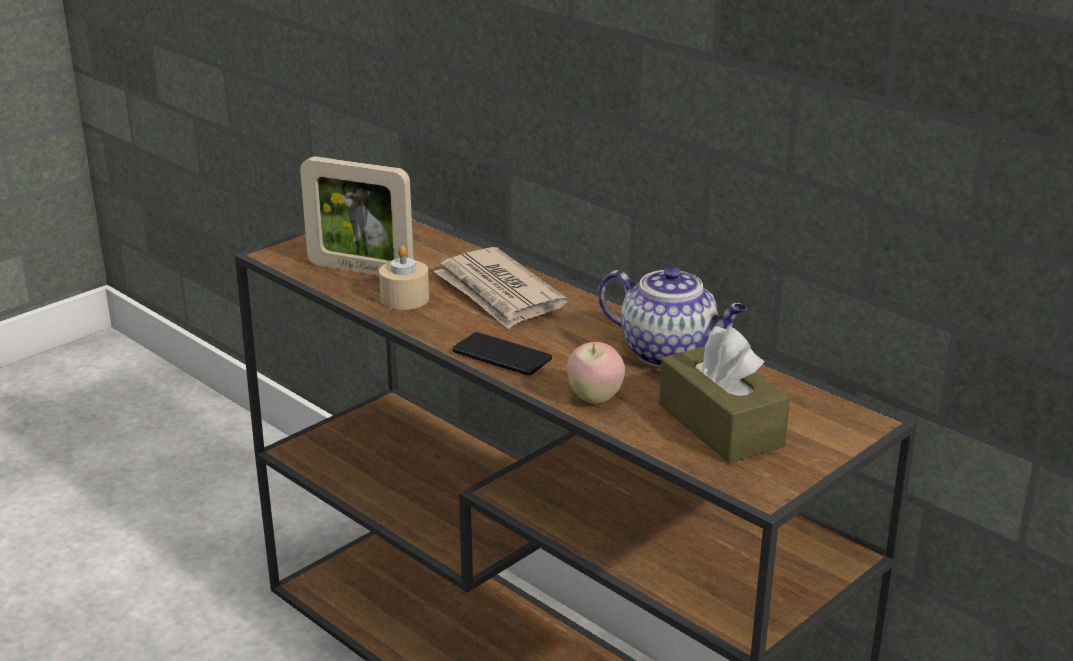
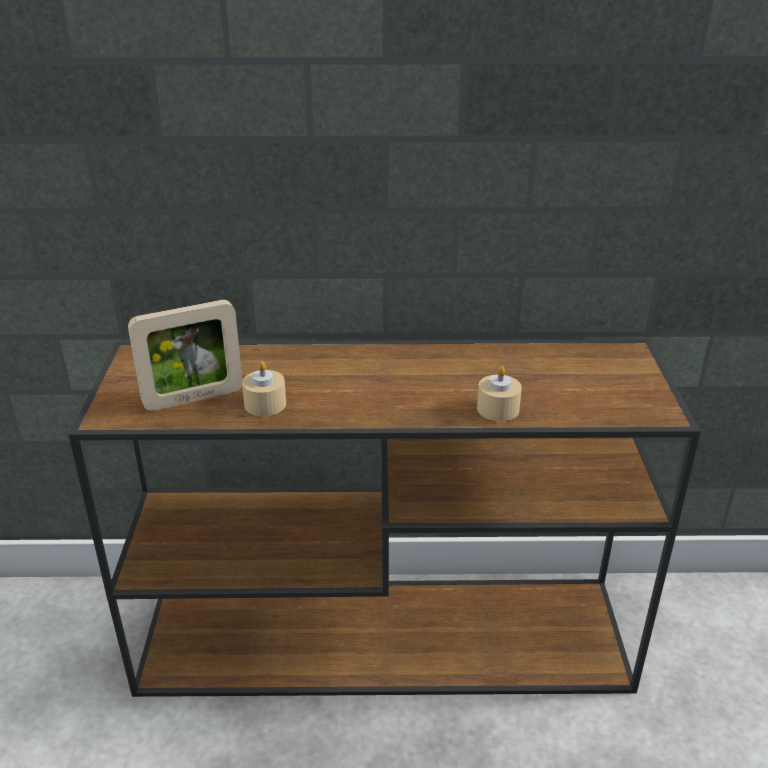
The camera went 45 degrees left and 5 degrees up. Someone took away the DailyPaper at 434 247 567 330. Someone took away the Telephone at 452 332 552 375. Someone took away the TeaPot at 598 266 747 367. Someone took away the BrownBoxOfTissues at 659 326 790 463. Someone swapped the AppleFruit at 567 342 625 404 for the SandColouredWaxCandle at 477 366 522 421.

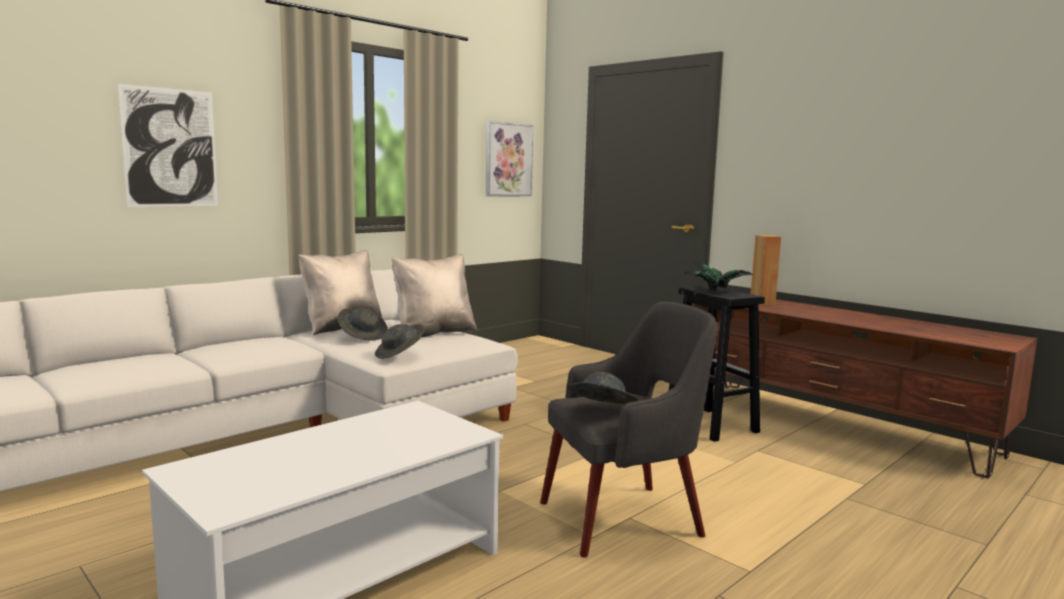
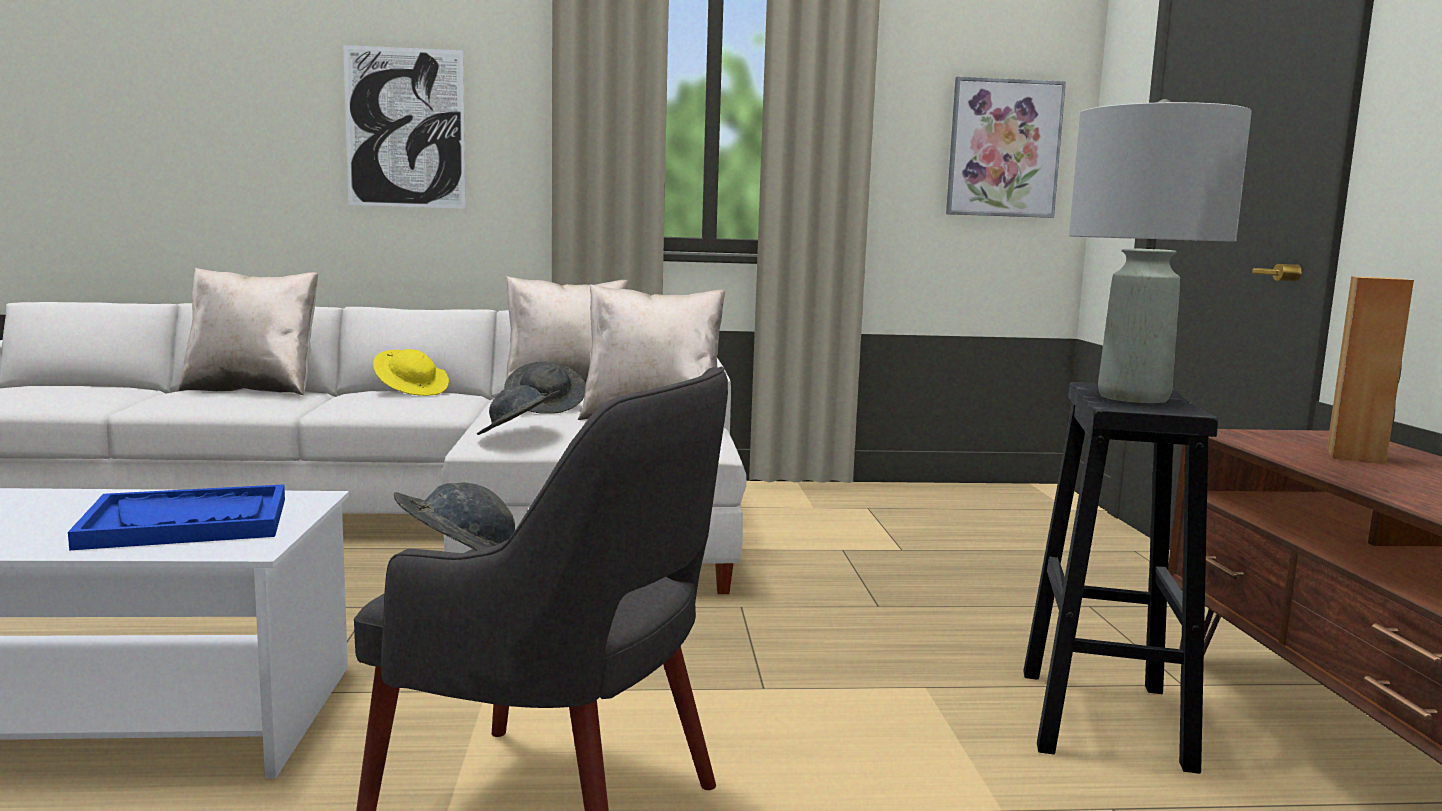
The camera went 40 degrees right and 0 degrees up. Someone put down the BlueColouredServingTray at 68 484 285 550. Someone put down the SandColouredCushion at 178 268 318 395. Someone put down the YellowWearableHat at 373 349 449 396. Someone swapped the Houseplant at 684 261 753 291 for the GreyishTableLamp at 1069 99 1252 403.

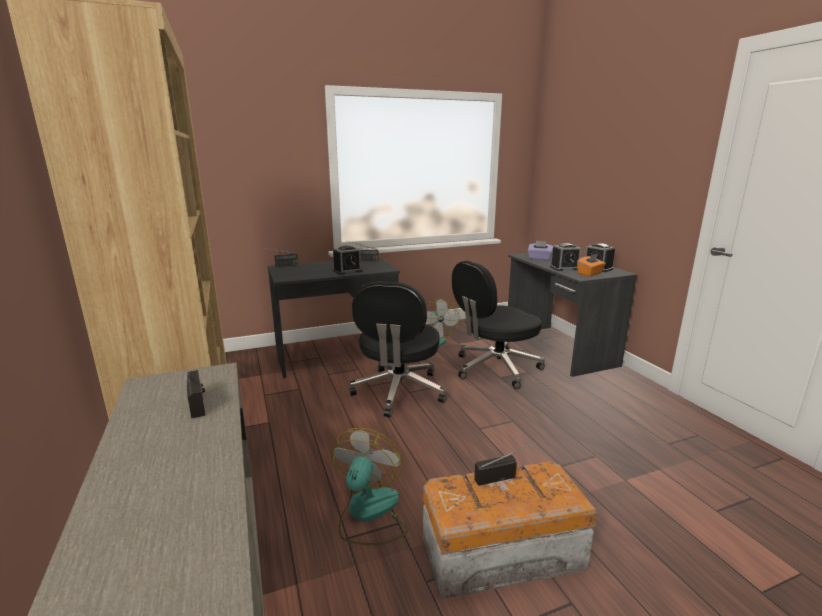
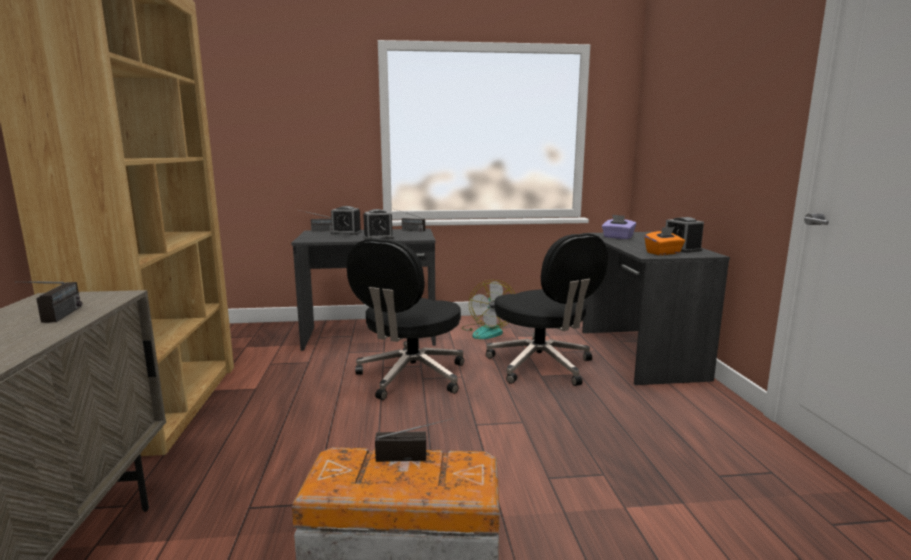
The camera went 15 degrees right and 5 degrees down. Someone took away the Fan at 331 428 408 545. Someone carried the TableClock from 550 243 581 271 to 331 206 362 235. Someone rotated the BlackColouredOfficeChair at 452 261 545 389 by 105 degrees counterclockwise.

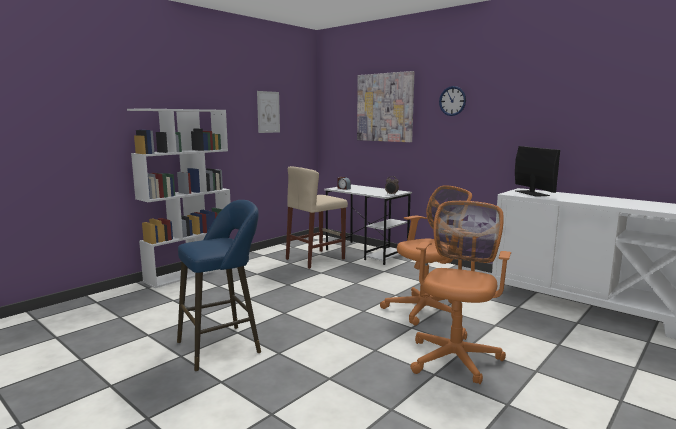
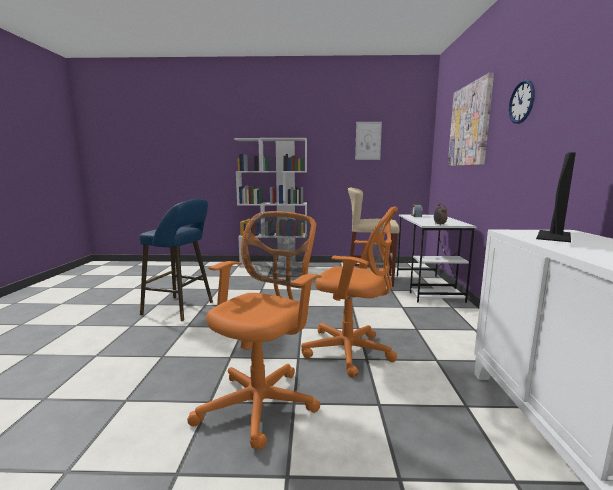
The camera went 50 degrees right and 0 degrees up. Someone rotated the OrangeyOfficeChair at 410 201 512 384 by 45 degrees counterclockwise.

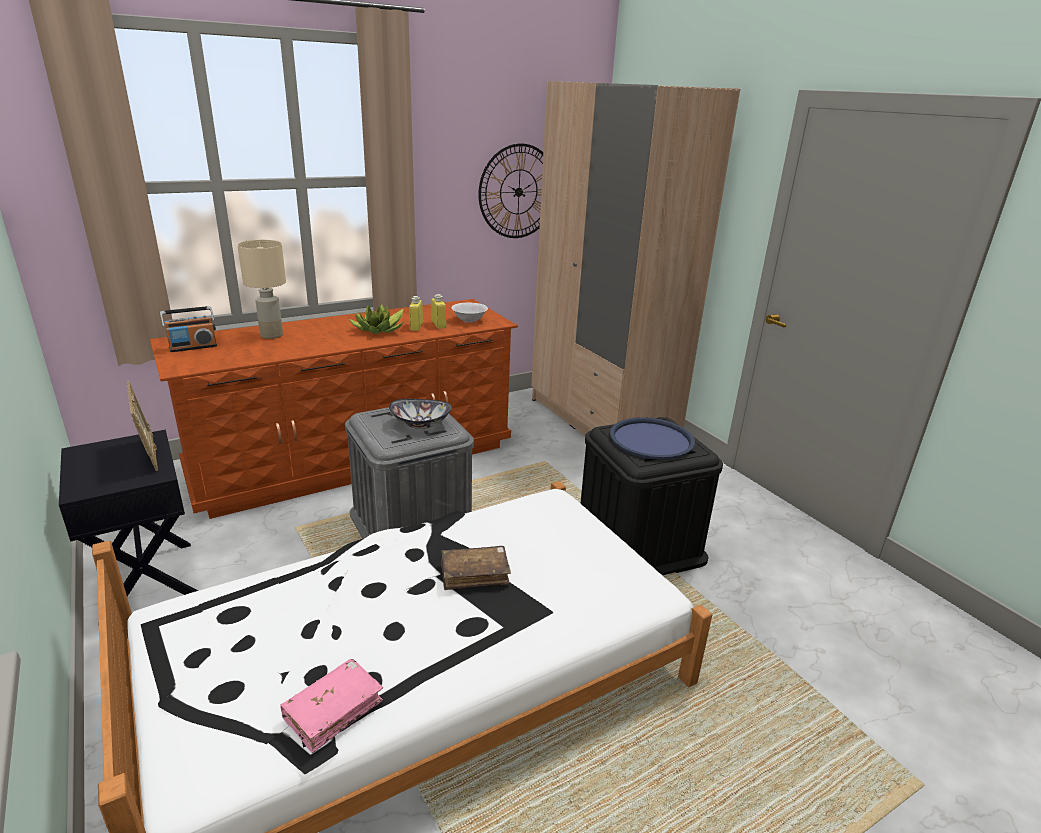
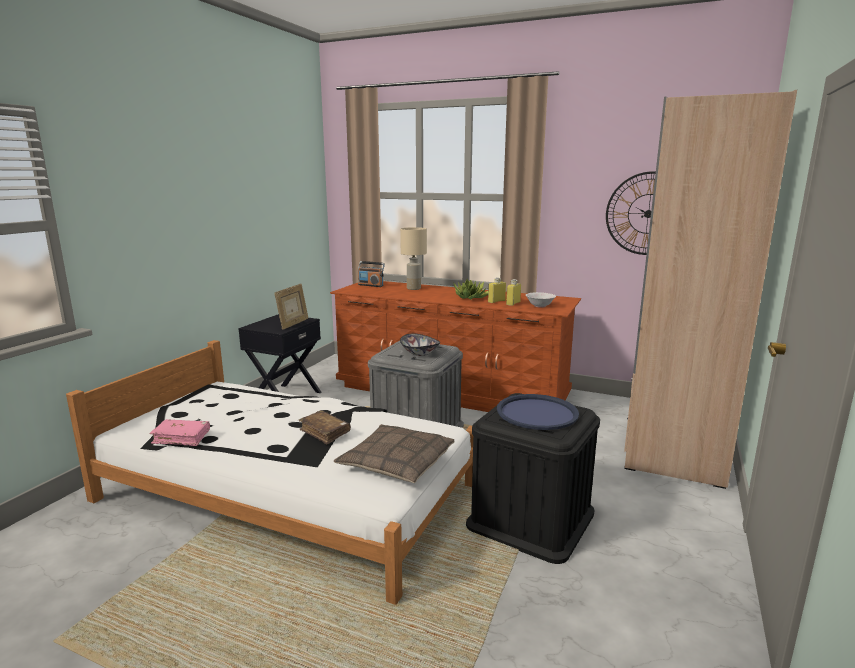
The camera went 55 degrees right and 10 degrees down. Someone put down the Cushion at 334 424 455 483.

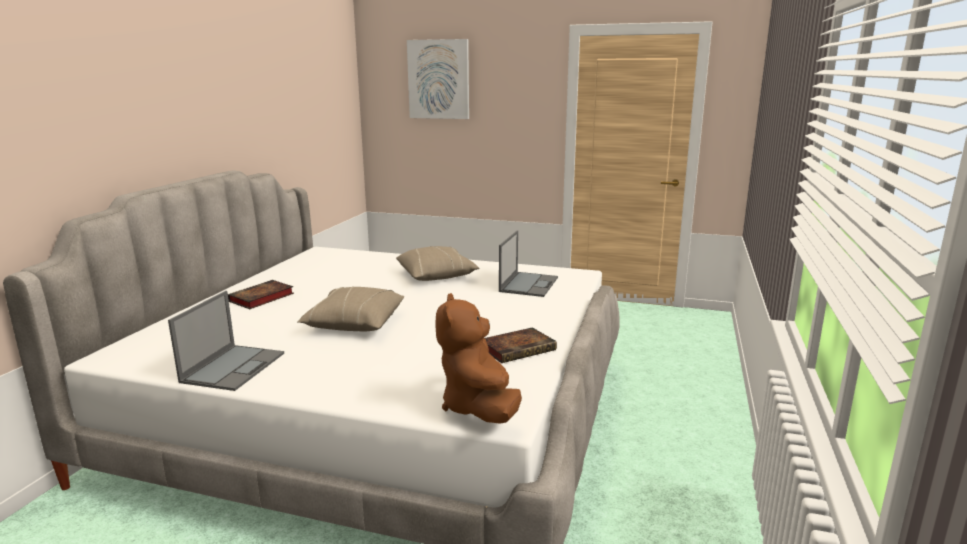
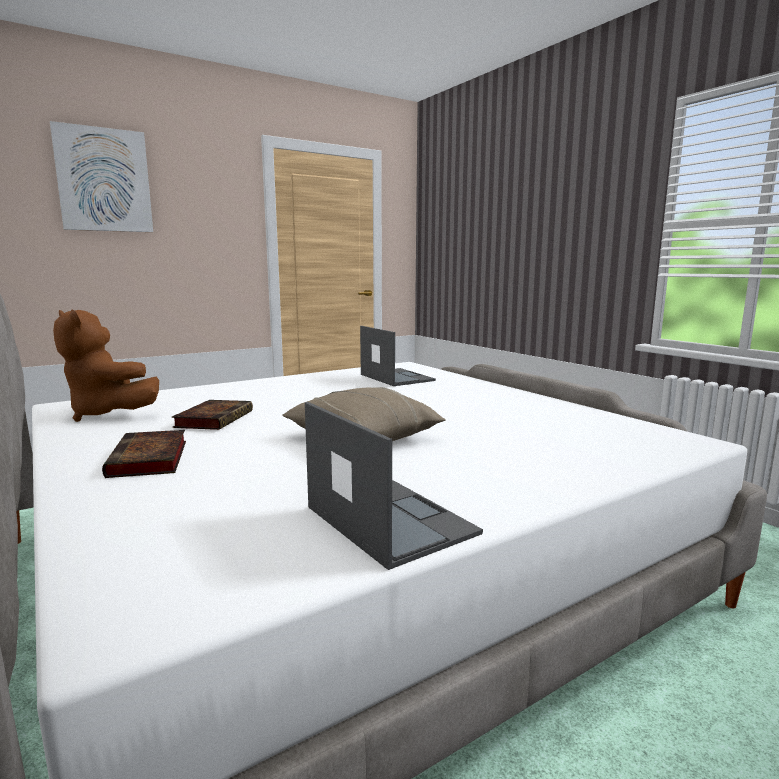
The camera went 50 degrees left and 5 degrees down. Someone took away the SandColouredCushion at 396 246 480 281. Someone carried the BrownSoftToy from 435 293 522 424 to 53 310 159 422. Someone carried the Book from 485 327 557 363 to 172 400 253 430.

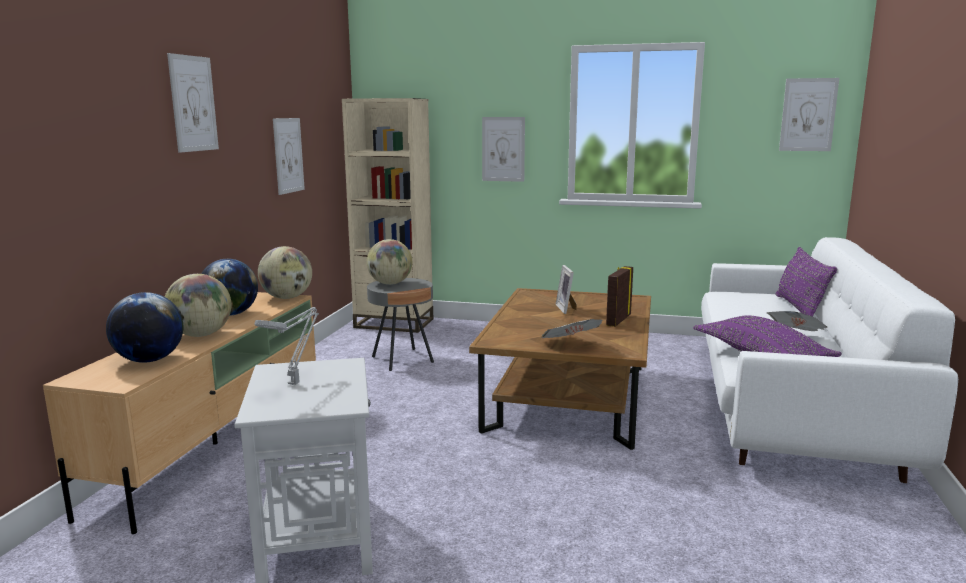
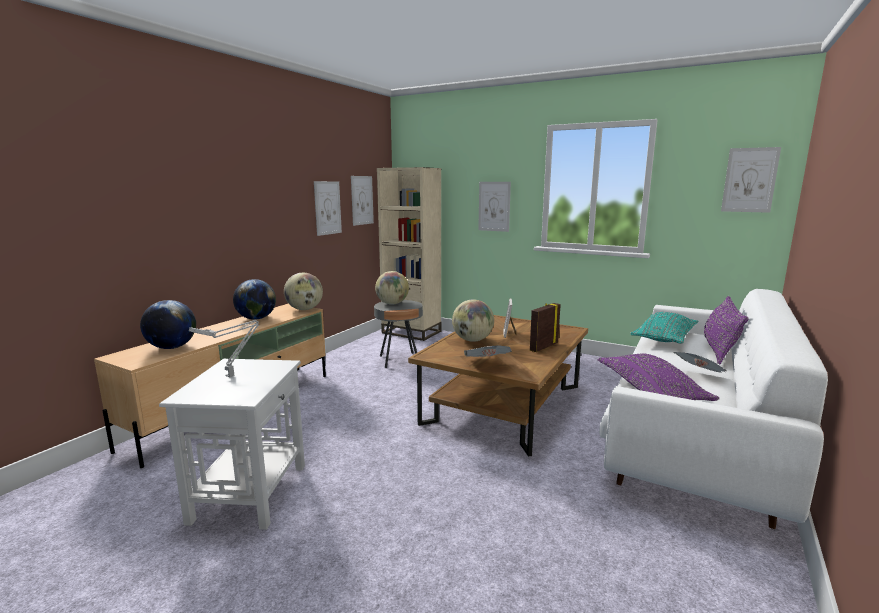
The camera went 15 degrees right and 0 degrees up. Someone put down the TurquoiseCushion at 631 312 699 344. Someone carried the WorldGlobe from 165 274 232 337 to 452 299 494 342. Someone carried the WallArt from 167 53 219 153 to 351 176 374 226.

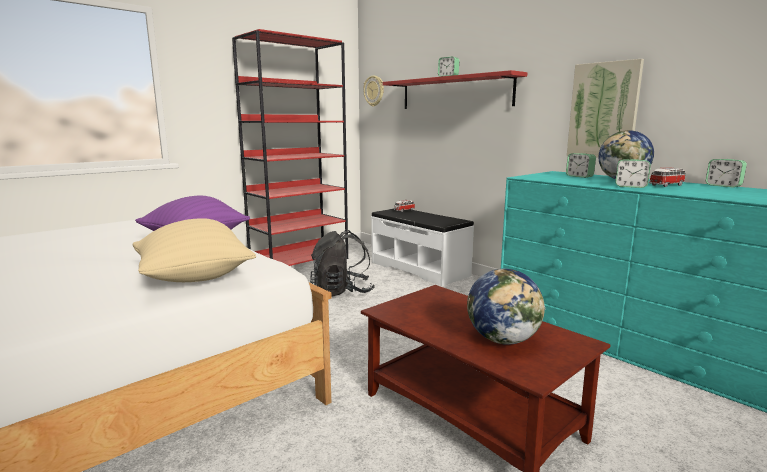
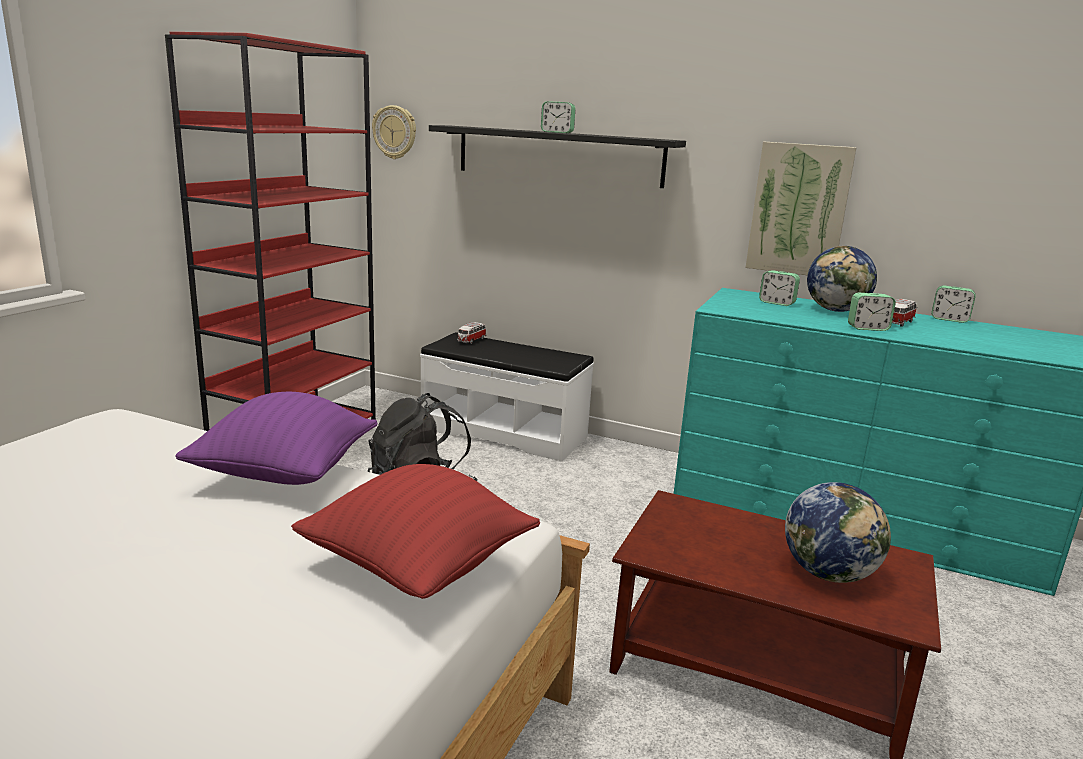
The camera went 25 degrees left and 5 degrees up. Someone repainted the SandColouredCushion at 133 218 256 282, which became the RedCushion at 291 464 540 599. Someone repainted the RedShelf at 383 70 527 109, which became the BlackColouredShelf at 429 125 686 188.

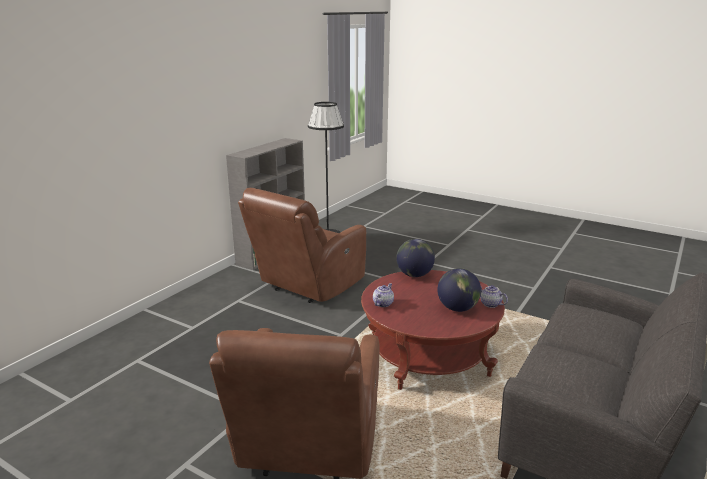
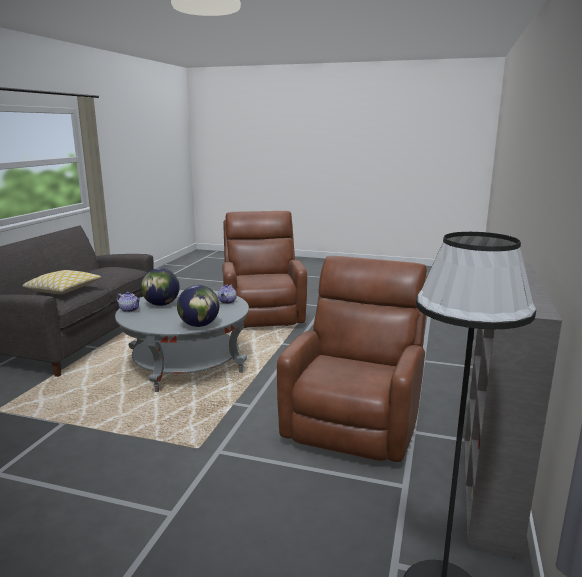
The camera went 165 degrees right and 5 degrees down. Someone put down the Cushion at 22 270 101 294. Someone repainted the RedLowTable at 361 270 505 390, which became the GreyishLowTable at 115 290 249 392.

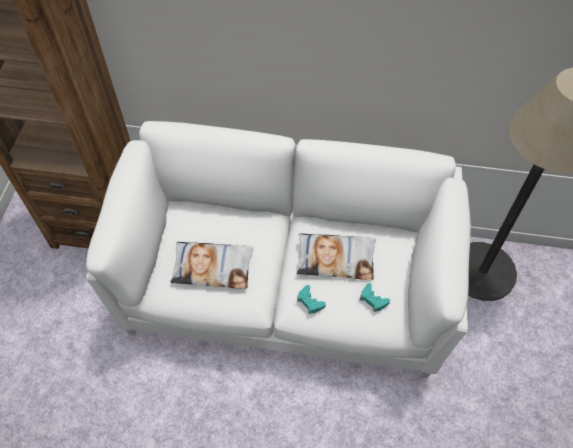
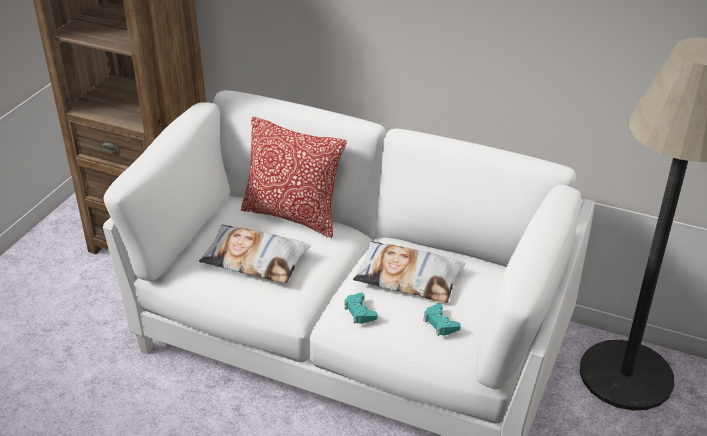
The camera went 15 degrees right and 20 degrees down. Someone put down the Cushion at 241 116 347 238.

